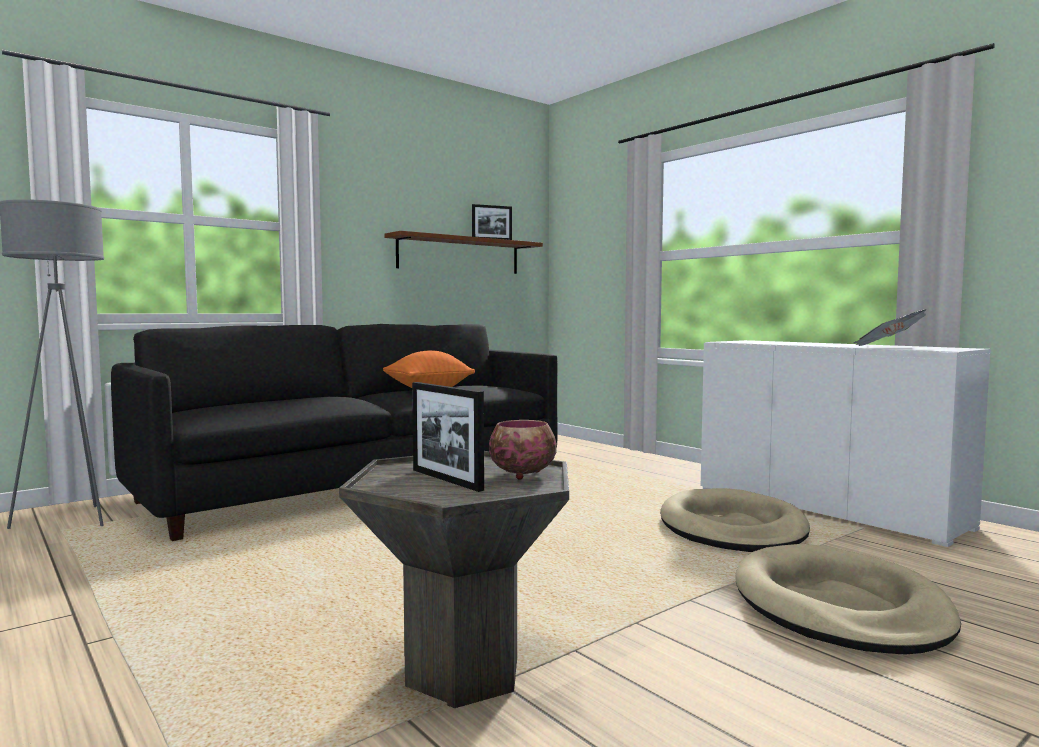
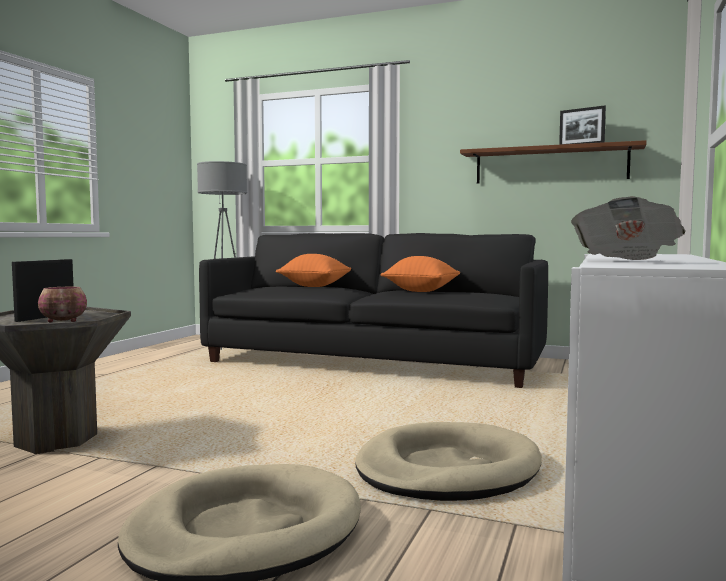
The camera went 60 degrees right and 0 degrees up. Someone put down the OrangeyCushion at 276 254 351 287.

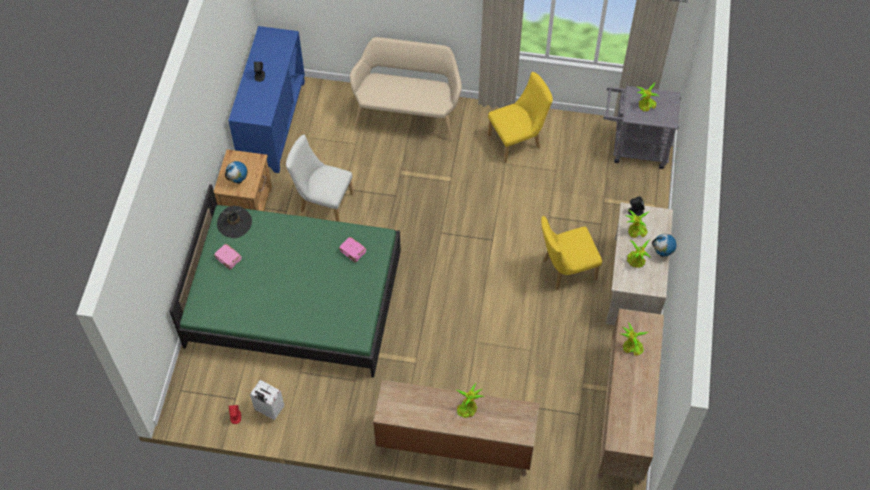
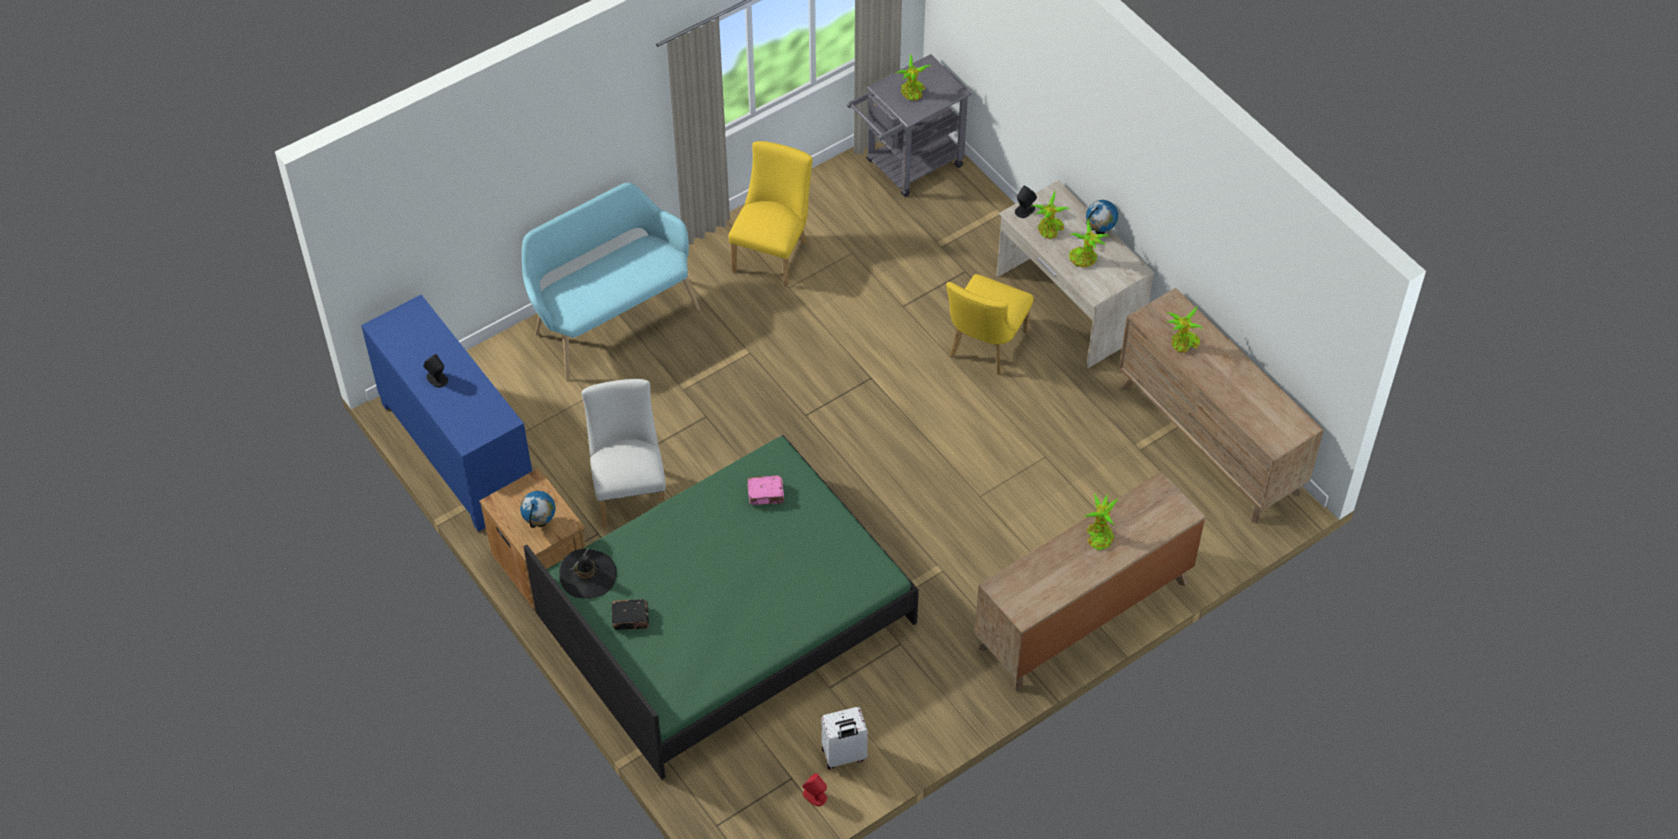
The camera went 45 degrees left and 5 degrees down. Someone repainted the PinkColouredBook at 214 244 242 270, which became the BlackColouredBook at 611 599 649 630. Someone repainted the SandColouredLongSeat at 350 37 462 142, which became the TurquoiseLongSeat at 522 182 700 381. Someone rotated the WhiteColouredChair at 286 135 353 222 by 105 degrees clockwise.

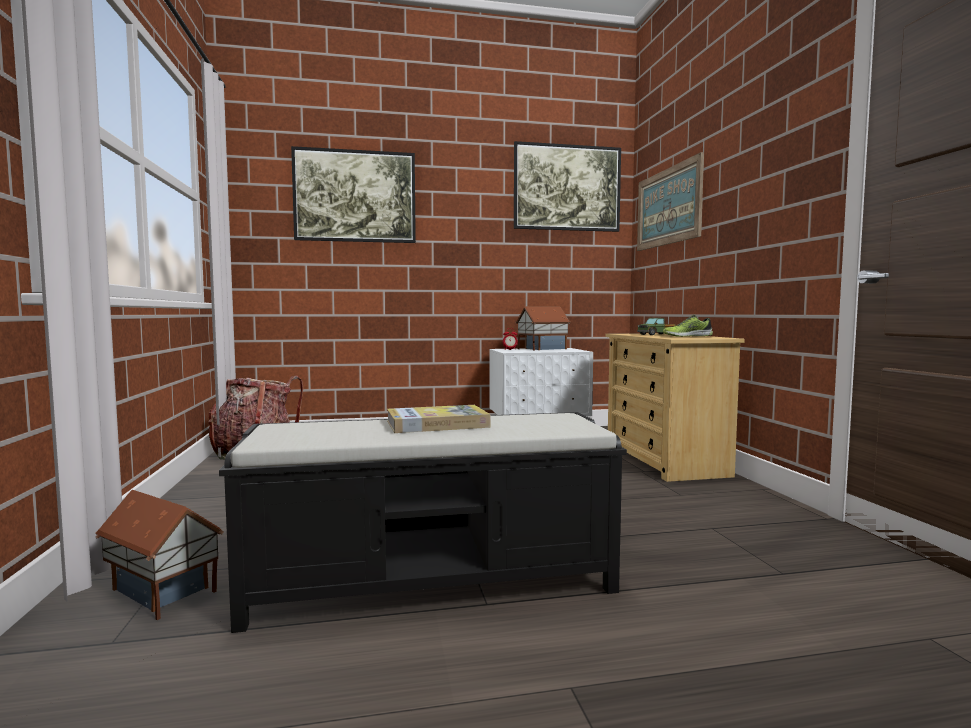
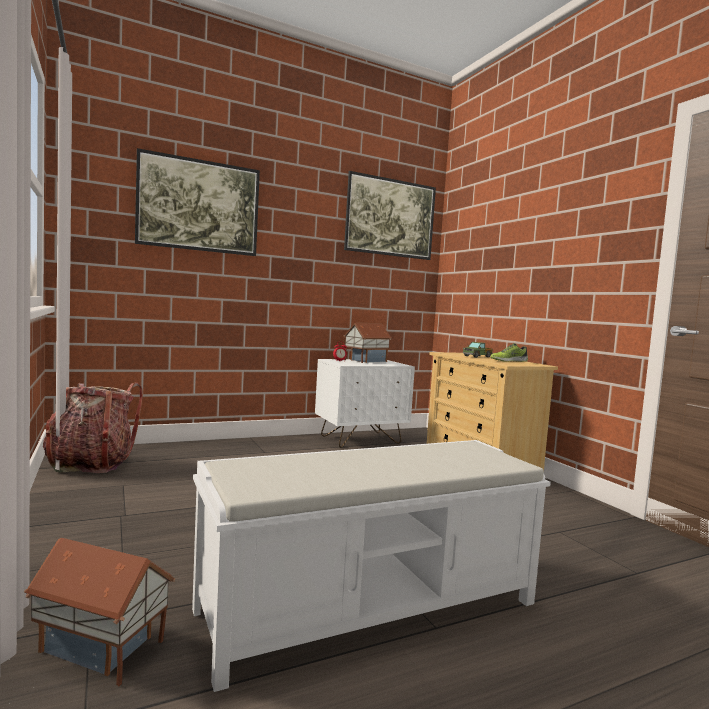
The camera went 15 degrees left and 0 degrees up. Someone took away the Book at 387 405 490 433. Someone took away the WallArt at 637 152 704 251. Someone repainted the BlackColouredLongSeat at 219 412 627 633, which became the WhiteColouredLongSeat at 192 440 551 692.

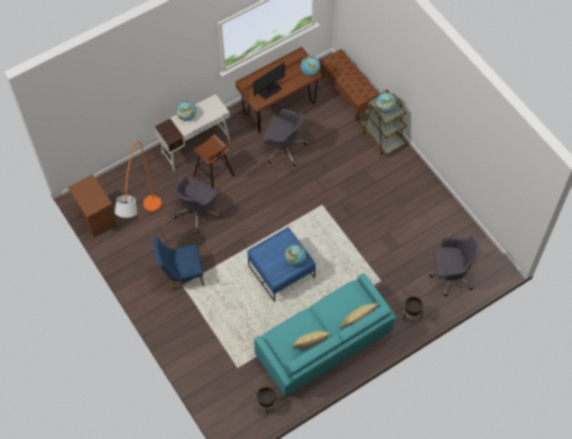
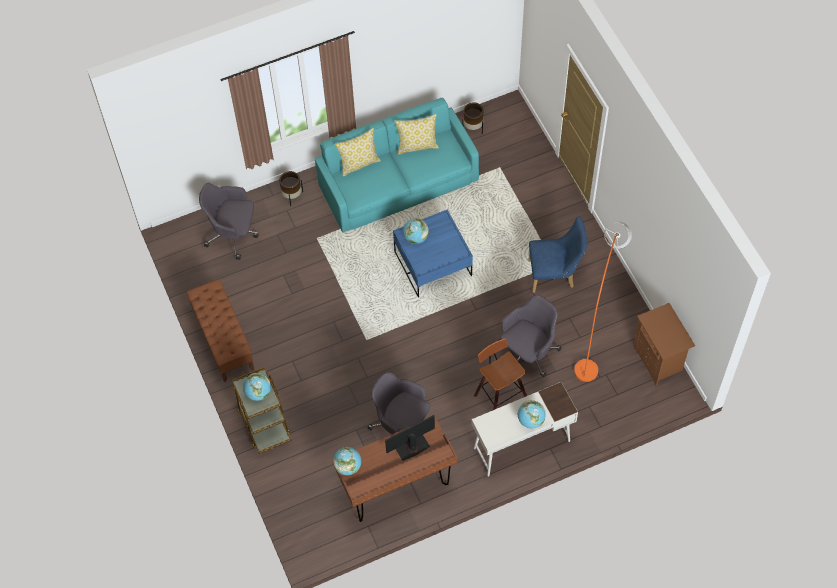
The camera went 170 degrees left and 0 degrees up. Someone carried the BrownLongSeat from 320 49 379 121 to 186 279 255 382.

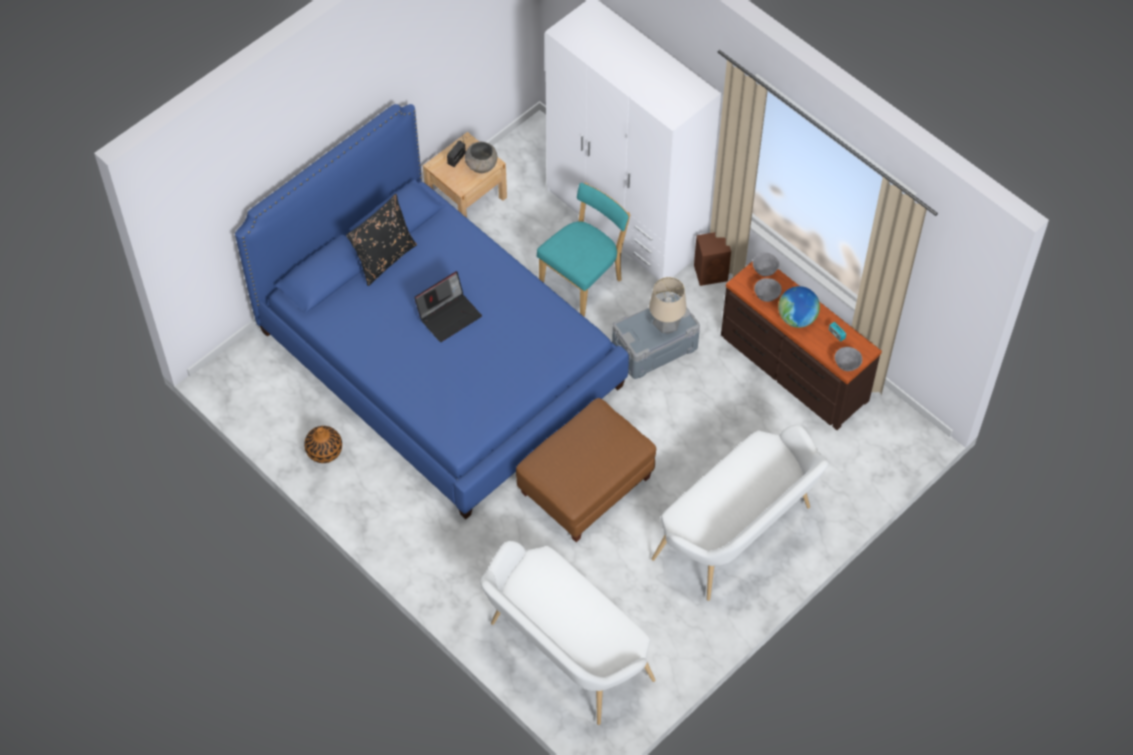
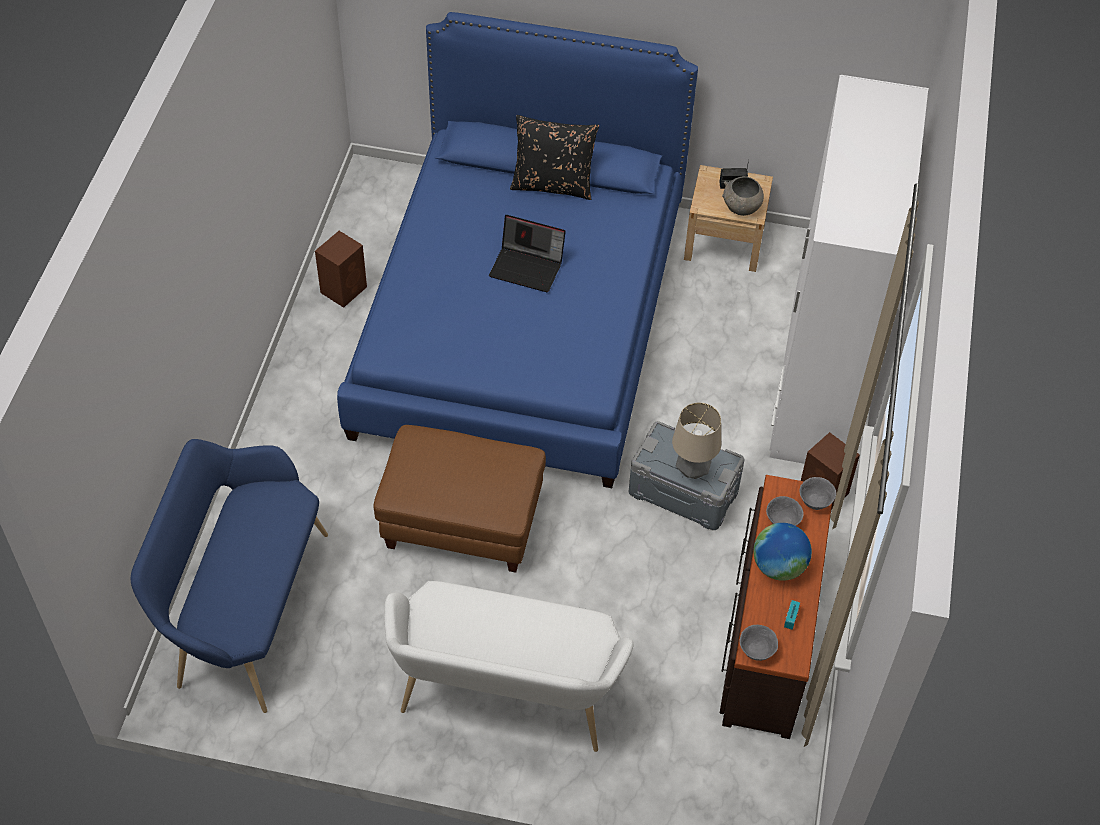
The camera went 55 degrees right and 5 degrees down. Someone took away the TurquoiseChair at 537 183 630 317. Someone swapped the FlowerVase at 304 426 342 463 for the BrownSpeaker at 315 231 367 308. Someone repainted the WhiteColouredLongSeat at 480 541 655 725, which became the BlueColouredLongSeat at 131 439 328 713.

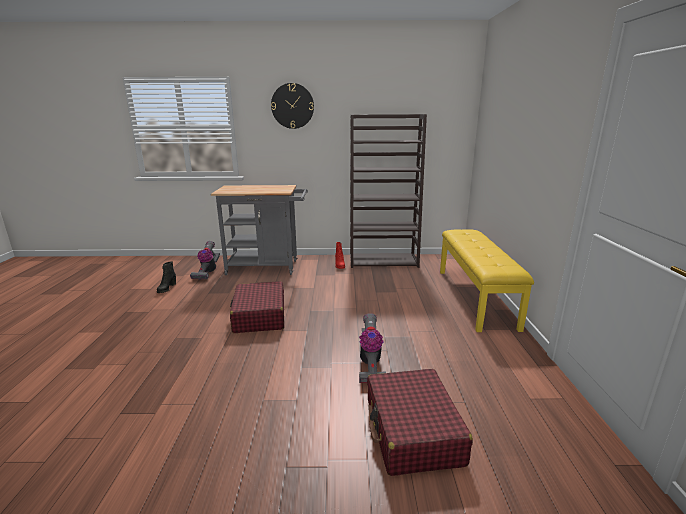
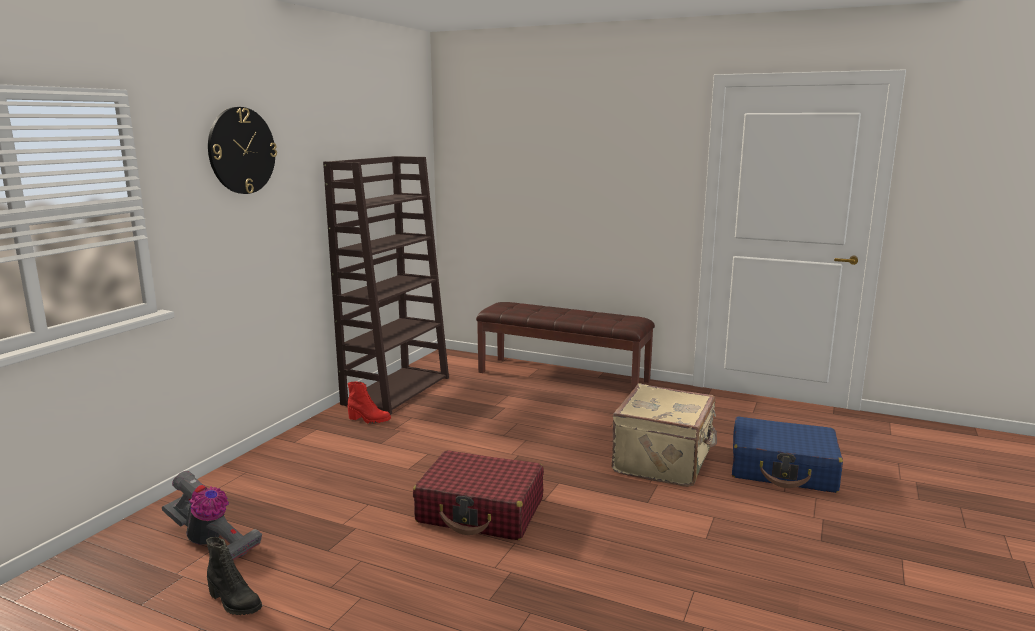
The camera went 65 degrees left and 5 degrees down. Someone took away the GreyishTrolley at 211 185 308 275. Someone swapped the VacuumCleaner at 359 313 386 383 for the SandColouredTravelCase at 611 383 717 487. Someone repainted the RedTravelCase at 367 369 473 476, which became the BlueColouredTravelCase at 732 417 843 493. Someone repainted the YellowLongSeat at 440 229 534 332, which became the BrownLongSeat at 476 302 655 392.

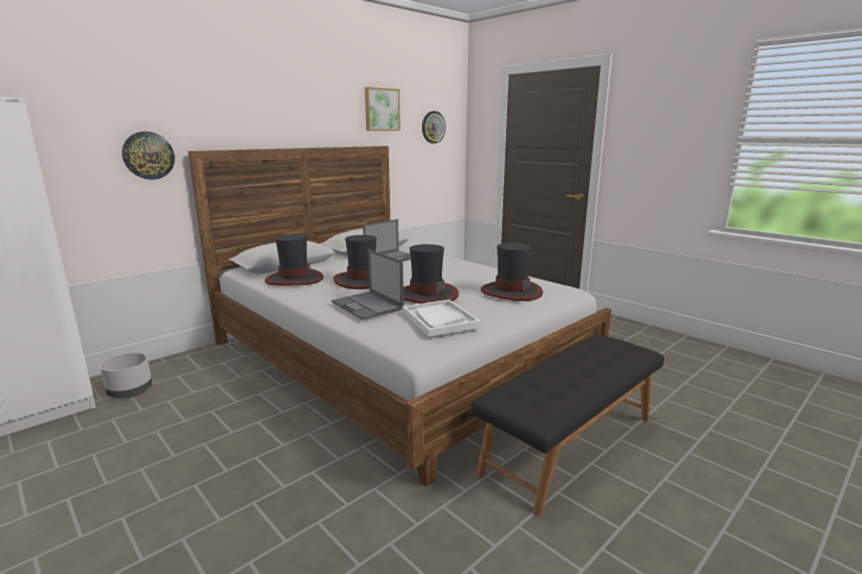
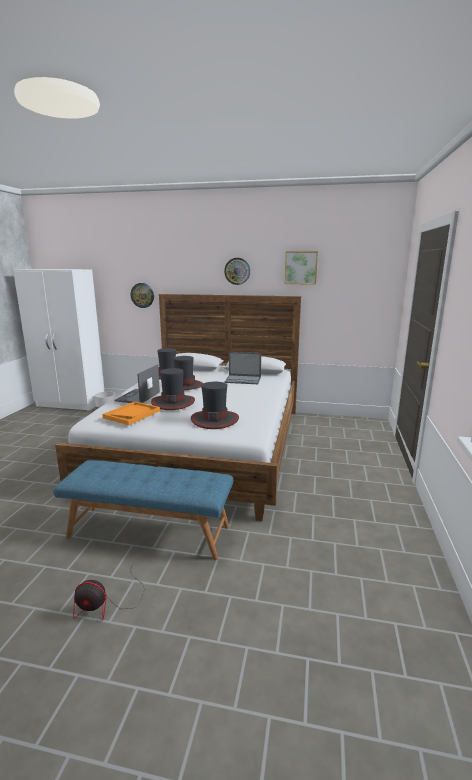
The camera went 55 degrees right and 0 degrees up. Someone put down the Fan at 73 564 145 621. Someone carried the ClockOnTheWall from 422 111 446 144 to 224 258 250 285. Someone repainted the WhiteColouredServingTray at 402 300 481 337, which became the OrangeyServingTray at 102 401 160 425. Someone repainted the BlackColouredLongSeat at 471 334 664 516, which became the BlueColouredLongSeat at 53 460 233 560.

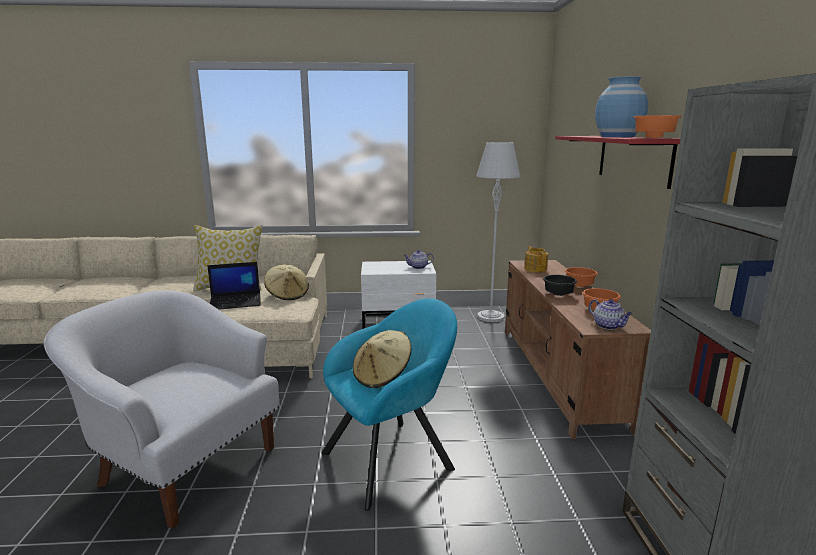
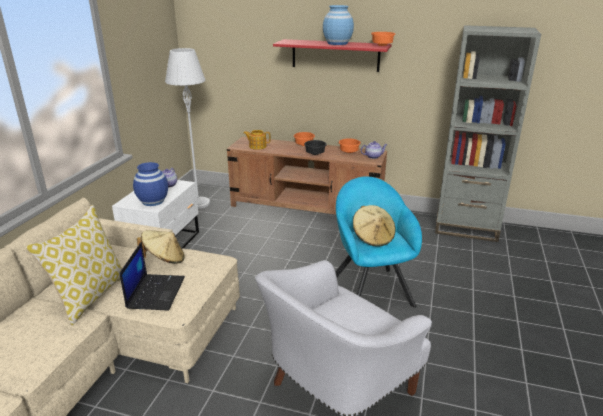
The camera went 70 degrees left and 10 degrees up. Someone put down the BlueColouredFlowerVase at 133 162 168 206.

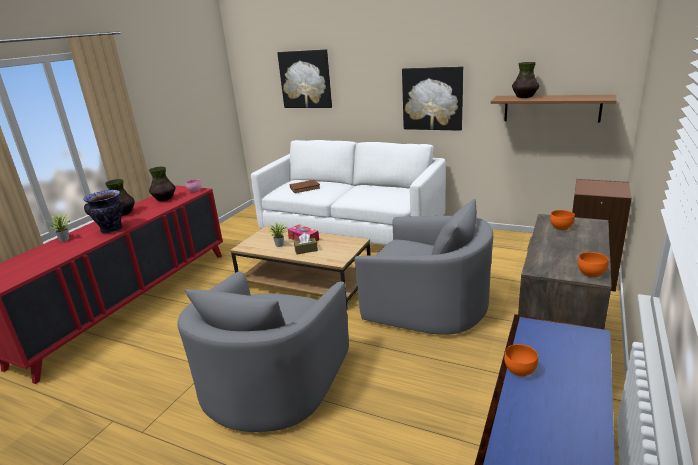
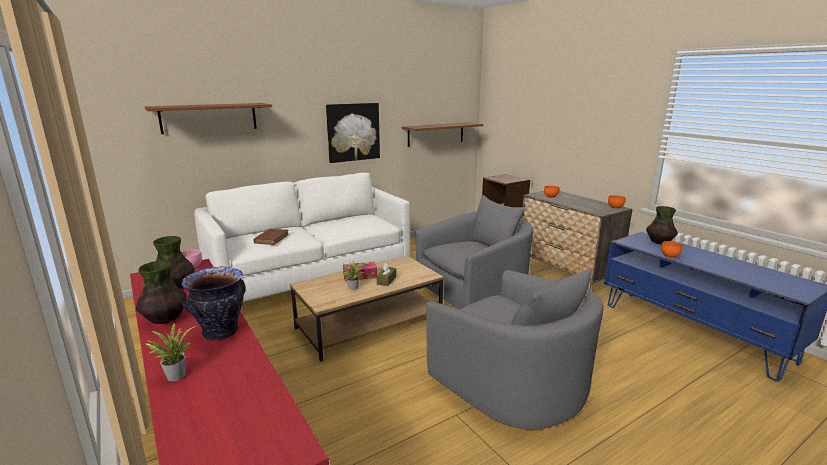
The camera went 60 degrees left and 5 degrees down. Someone carried the FlowerVase from 512 62 539 98 to 646 206 678 244. Someone swapped the WallArt at 277 49 332 108 for the BrownShelf at 145 103 272 134.

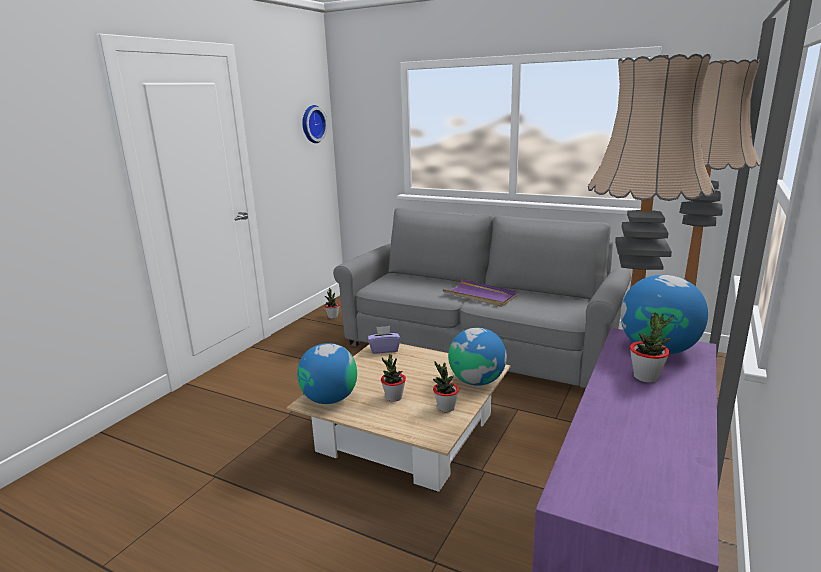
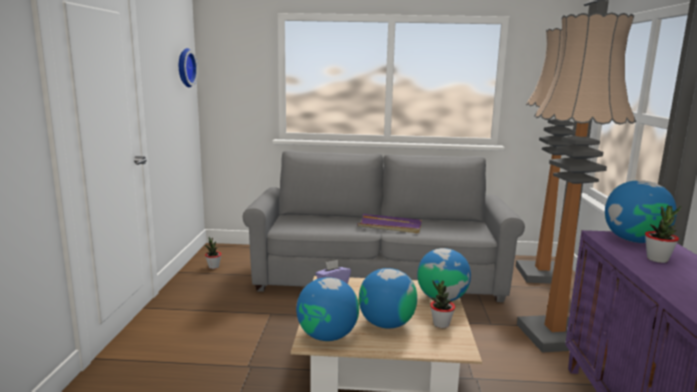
The camera went 25 degrees left and 5 degrees down. Someone swapped the Houseplant at 381 355 406 402 for the WorldGlobe at 359 268 417 329.

